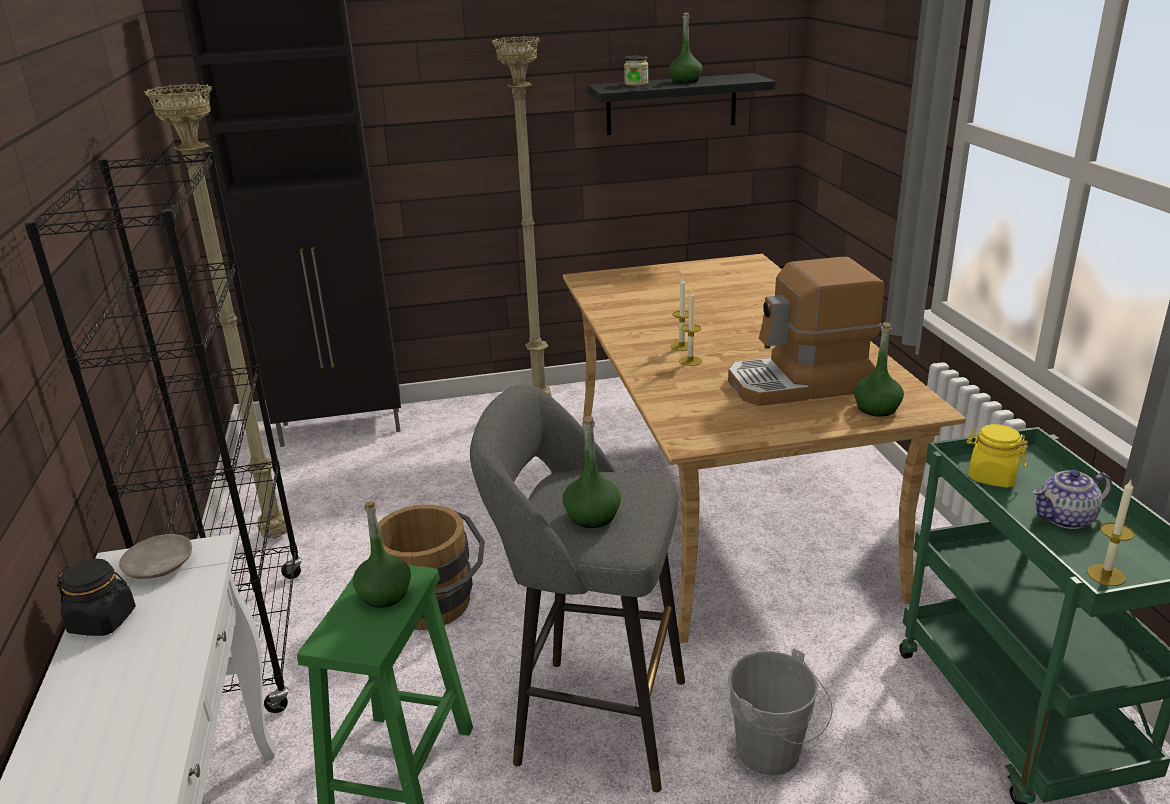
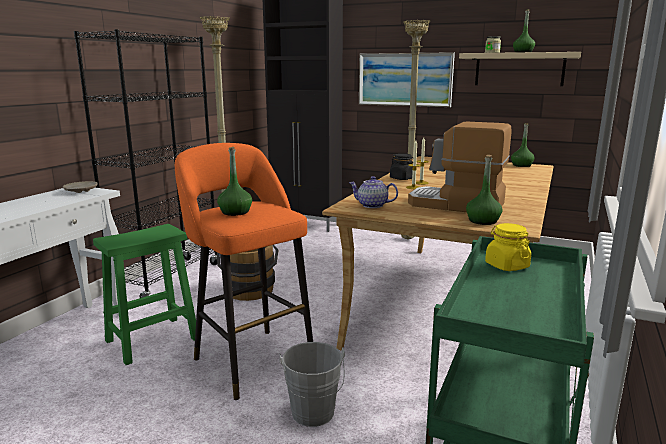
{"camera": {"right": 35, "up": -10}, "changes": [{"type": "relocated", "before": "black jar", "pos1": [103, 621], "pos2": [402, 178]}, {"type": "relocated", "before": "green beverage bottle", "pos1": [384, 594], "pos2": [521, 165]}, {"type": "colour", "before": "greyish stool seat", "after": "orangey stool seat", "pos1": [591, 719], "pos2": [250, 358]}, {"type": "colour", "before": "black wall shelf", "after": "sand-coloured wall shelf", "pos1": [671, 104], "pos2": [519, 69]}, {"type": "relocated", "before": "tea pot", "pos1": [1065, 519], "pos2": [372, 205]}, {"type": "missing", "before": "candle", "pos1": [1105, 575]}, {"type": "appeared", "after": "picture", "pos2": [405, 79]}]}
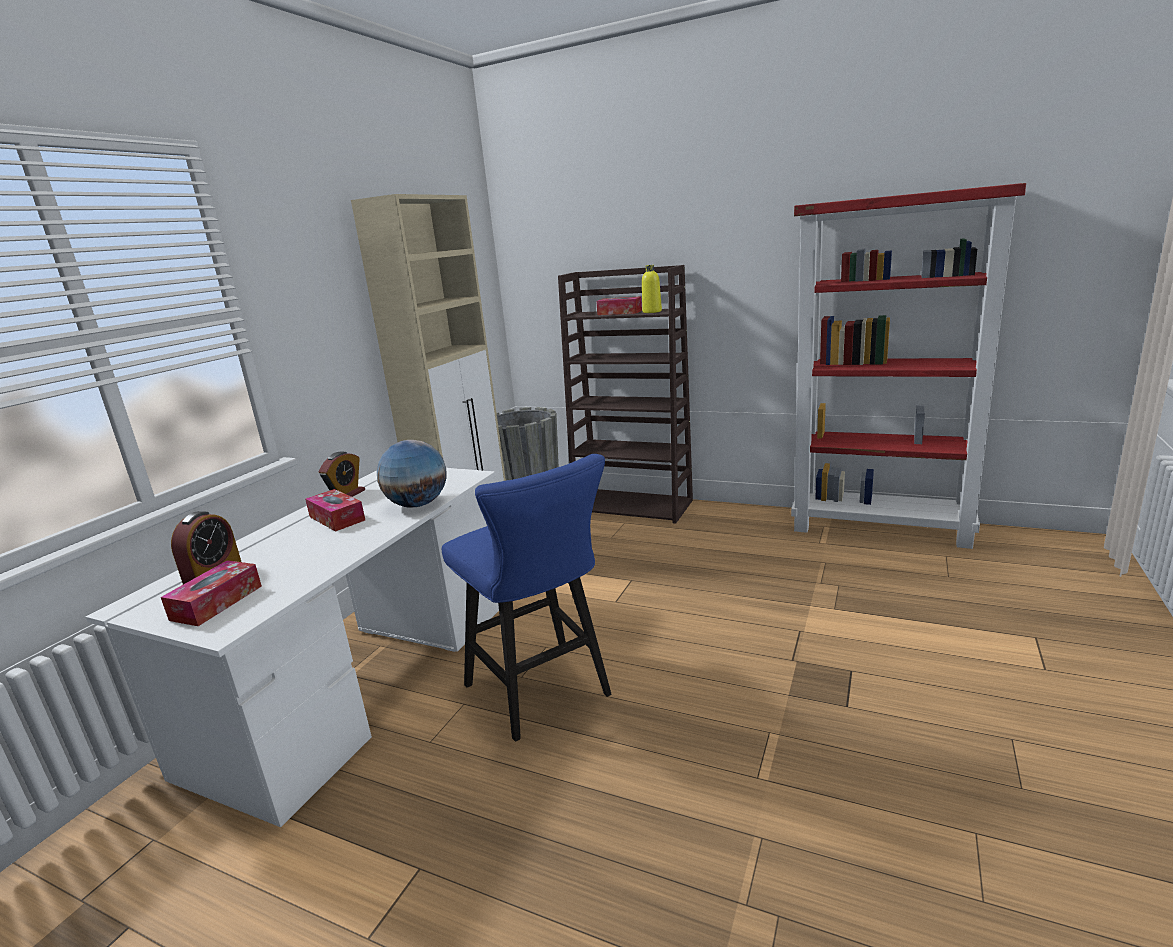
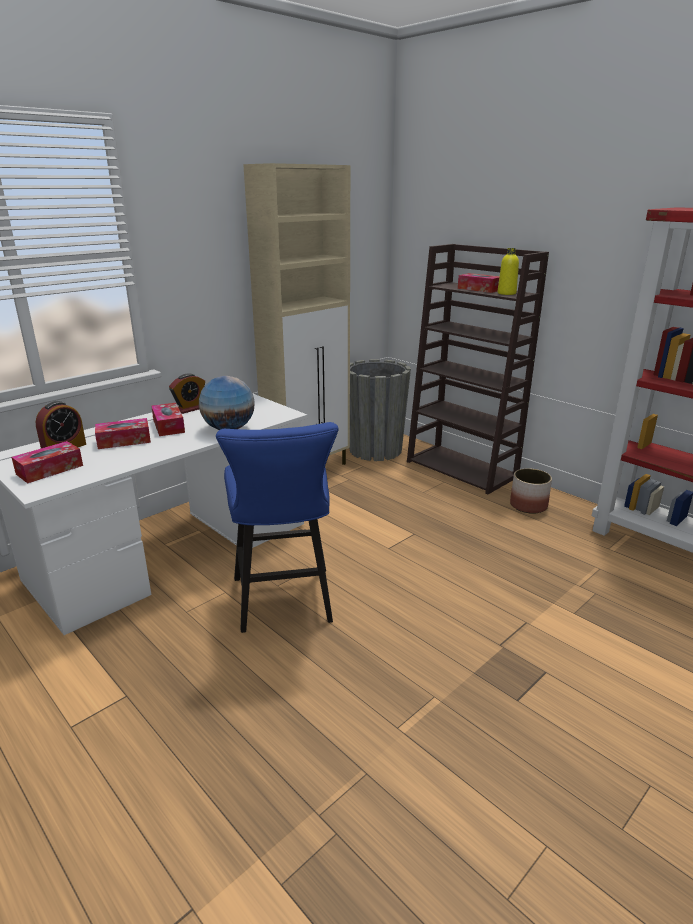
{"camera": {"right": 20, "up": 5}, "changes": [{"type": "appeared", "after": "tissue holder", "pos2": [124, 441]}, {"type": "appeared", "after": "plant pot", "pos2": [528, 506]}]}
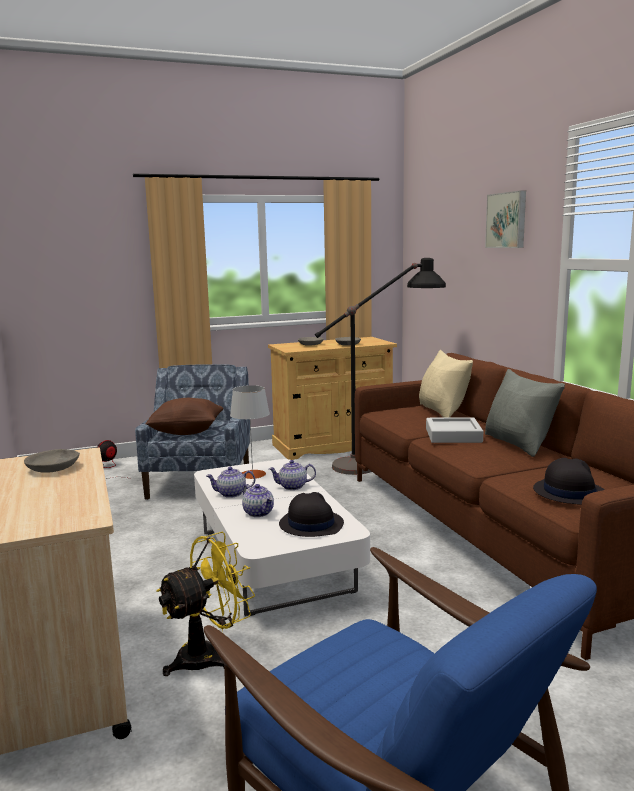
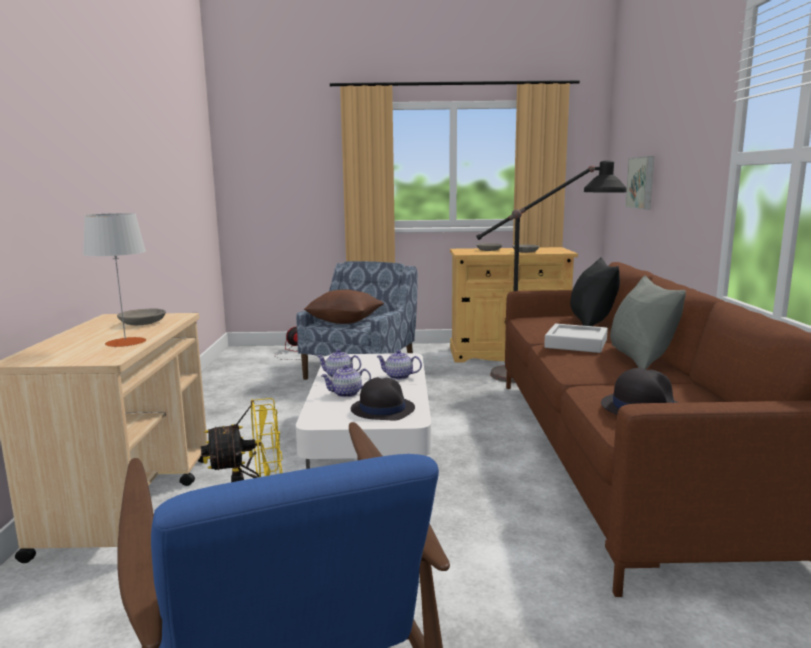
{"camera": {"right": 20, "up": 0}, "changes": [{"type": "relocated", "before": "greyish lamp for a table", "pos1": [252, 474], "pos2": [125, 342]}, {"type": "spun", "before": "tea pot", "pos1": [259, 513], "pos2": [346, 394], "turn": 90}, {"type": "colour", "before": "sand-coloured pillow", "after": "black pillow", "pos1": [442, 411], "pos2": [591, 322]}, {"type": "relocated", "before": "picture", "pos1": [507, 220], "pos2": [642, 182]}]}
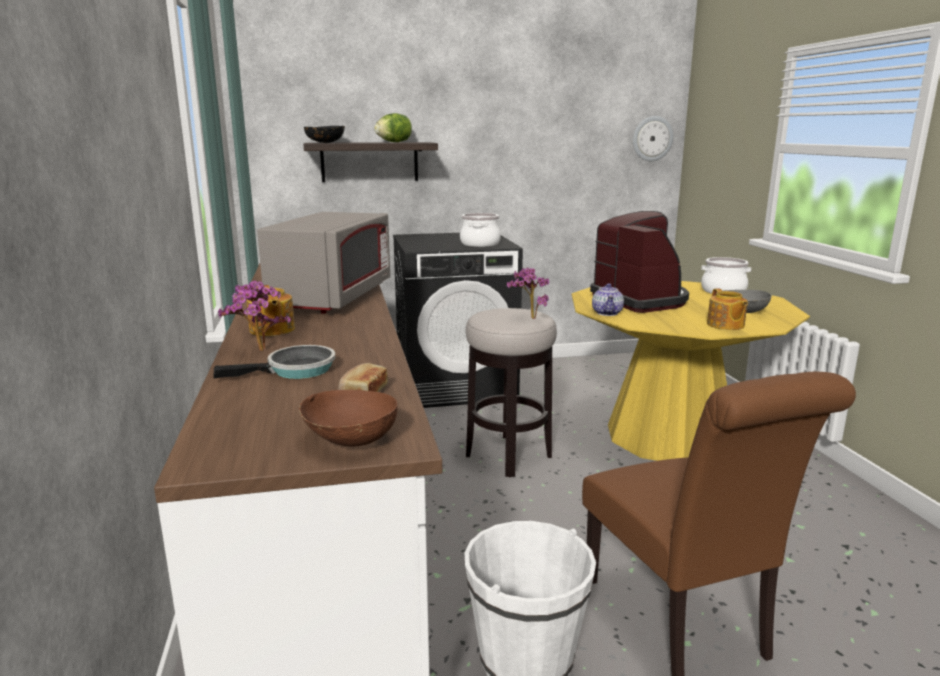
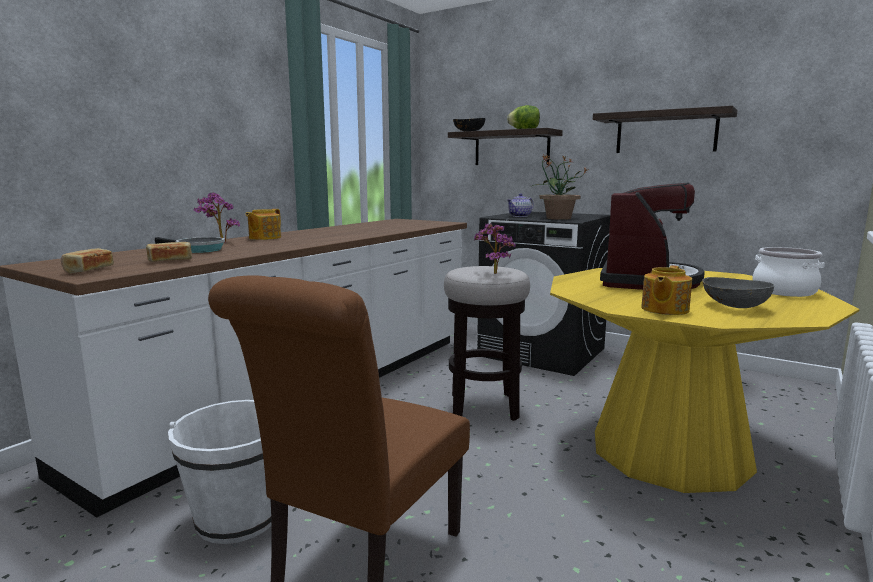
{"camera": {"right": 45, "up": -5}, "changes": [{"type": "missing", "before": "greyish kitchen microwave", "pos1": [333, 298]}, {"type": "exchanged", "before": "brownish deep dish", "after": "baked bread", "pos1": [349, 440], "pos2": [88, 270]}, {"type": "exchanged", "before": "saucepot", "after": "potted plant", "pos1": [479, 244], "pos2": [557, 218]}, {"type": "relocated", "before": "tea pot", "pos1": [607, 313], "pos2": [520, 216]}, {"type": "missing", "before": "hanging clock", "pos1": [652, 138]}, {"type": "appeared", "after": "wall shelf", "pos2": [665, 133]}]}
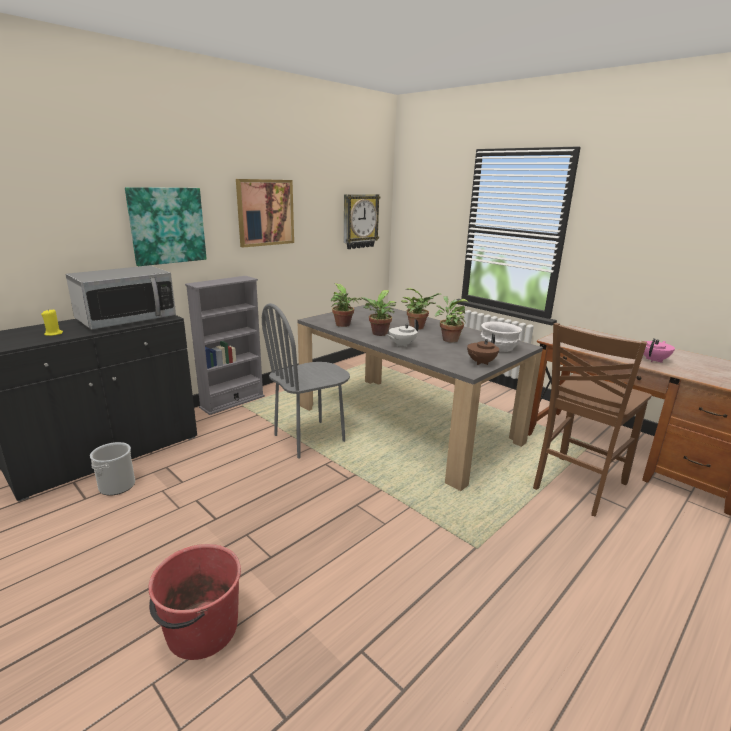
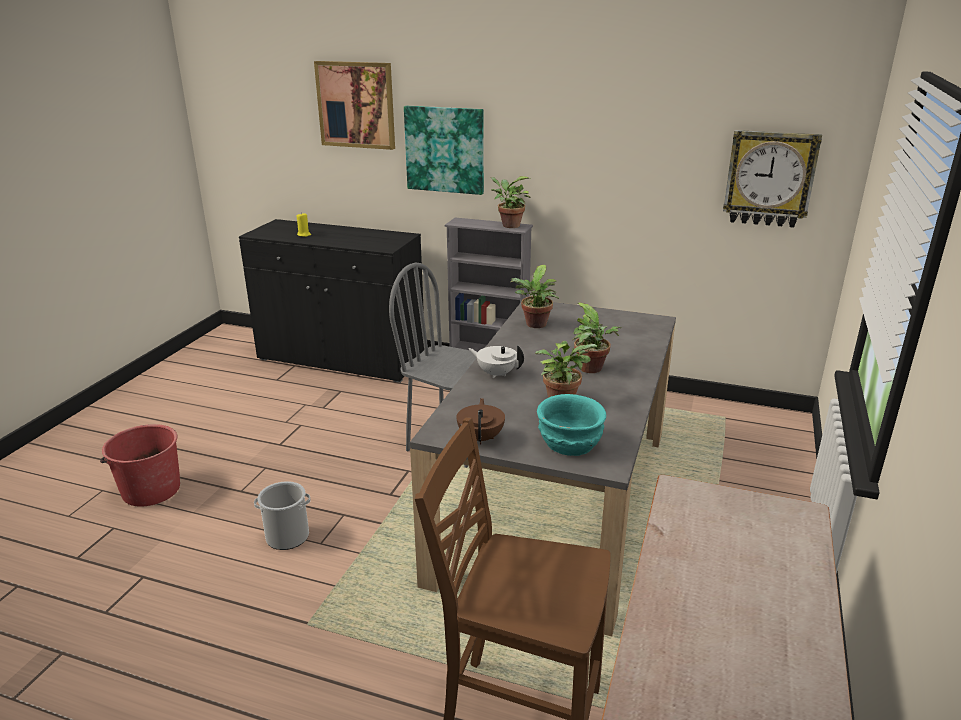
{"camera": {"right": 65, "up": 5}, "changes": [{"type": "missing", "before": "kitchen microwave", "pos1": [126, 319]}, {"type": "relocated", "before": "pail", "pos1": [117, 486], "pos2": [287, 536]}, {"type": "relocated", "before": "picture", "pos1": [265, 212], "pos2": [356, 105]}, {"type": "relocated", "before": "potted plant", "pos1": [378, 334], "pos2": [508, 225]}, {"type": "spun", "before": "brownish tea pot", "pos1": [480, 363], "pos2": [481, 437], "turn": 75}, {"type": "colour", "before": "whitish deep dish", "after": "turquoise deep dish", "pos1": [498, 347], "pos2": [570, 443]}, {"type": "missing", "before": "pink tea pot", "pos1": [654, 360]}]}
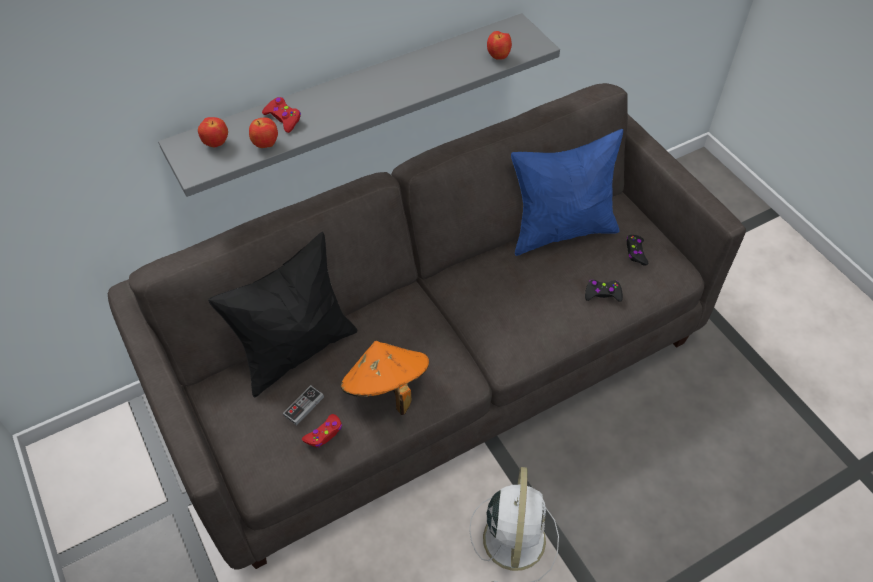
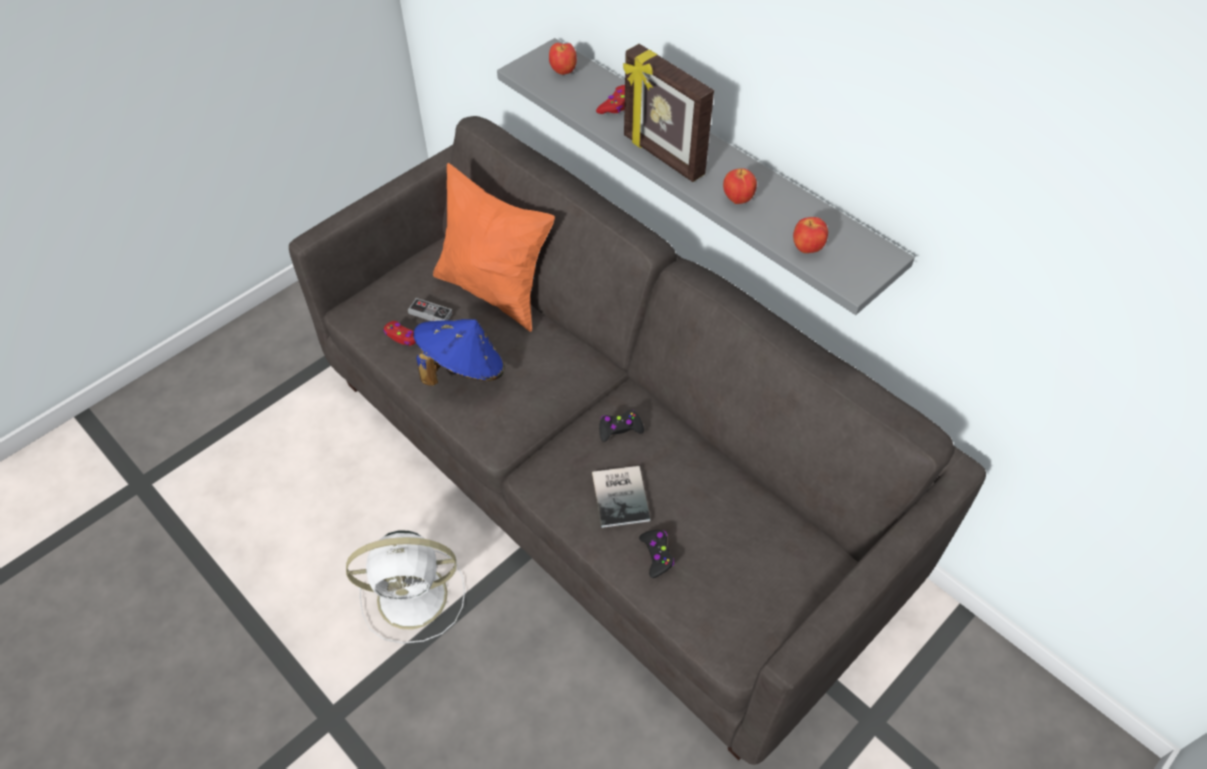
{"camera": {"right": 75, "up": 0}, "changes": [{"type": "colour", "before": "black pillow", "after": "orangey pillow", "pos1": [296, 350], "pos2": [495, 291]}, {"type": "relocated", "before": "apple", "pos1": [265, 145], "pos2": [737, 199]}, {"type": "colour", "before": "orangey hat", "after": "blue hat", "pos1": [386, 388], "pos2": [462, 369]}, {"type": "missing", "before": "blue pillow", "pos1": [561, 230]}, {"type": "relocated", "before": "black game controller", "pos1": [635, 252], "pos2": [620, 429]}, {"type": "appeared", "after": "book", "pos2": [622, 495]}, {"type": "appeared", "after": "picture frame", "pos2": [662, 156]}]}
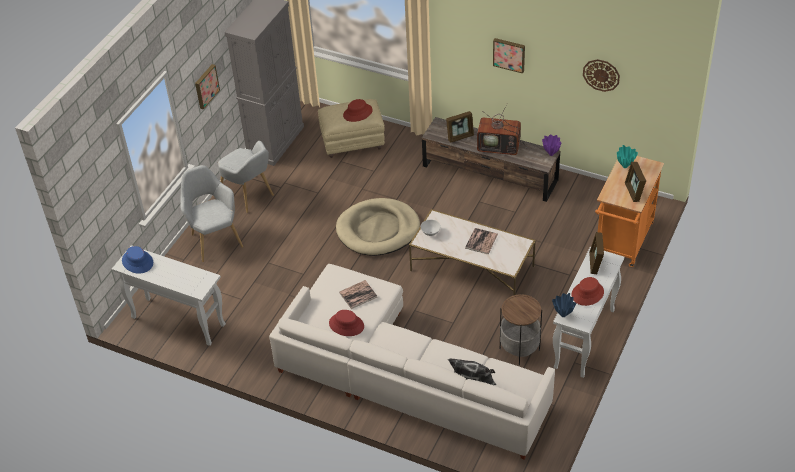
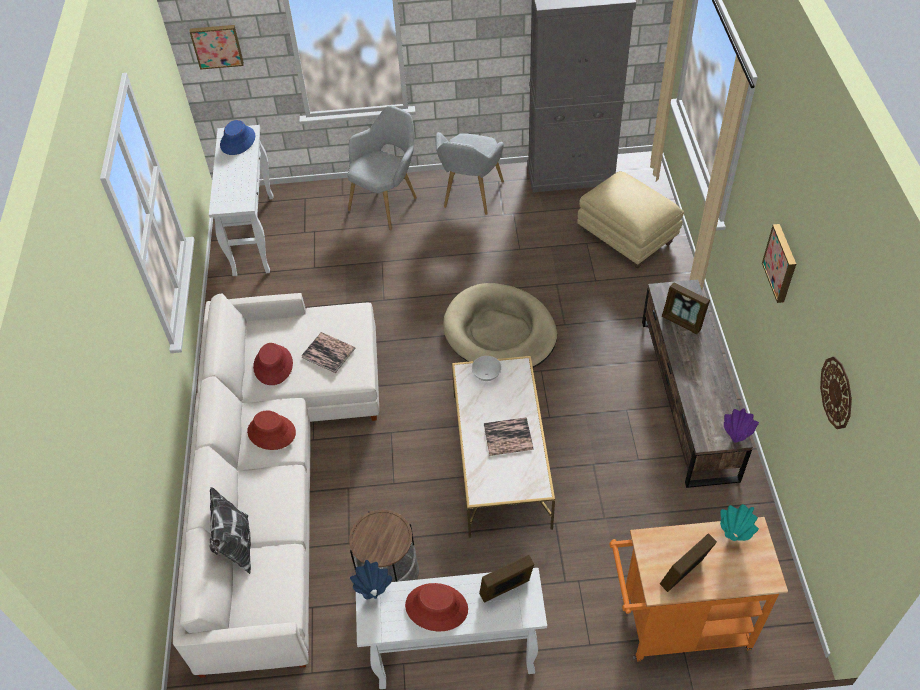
{"camera": {"right": 60, "up": 5}, "changes": [{"type": "relocated", "before": "picture", "pos1": [206, 86], "pos2": [217, 45]}, {"type": "relocated", "before": "reddish hat", "pos1": [358, 113], "pos2": [271, 432]}, {"type": "missing", "before": "TV set", "pos1": [500, 147]}]}
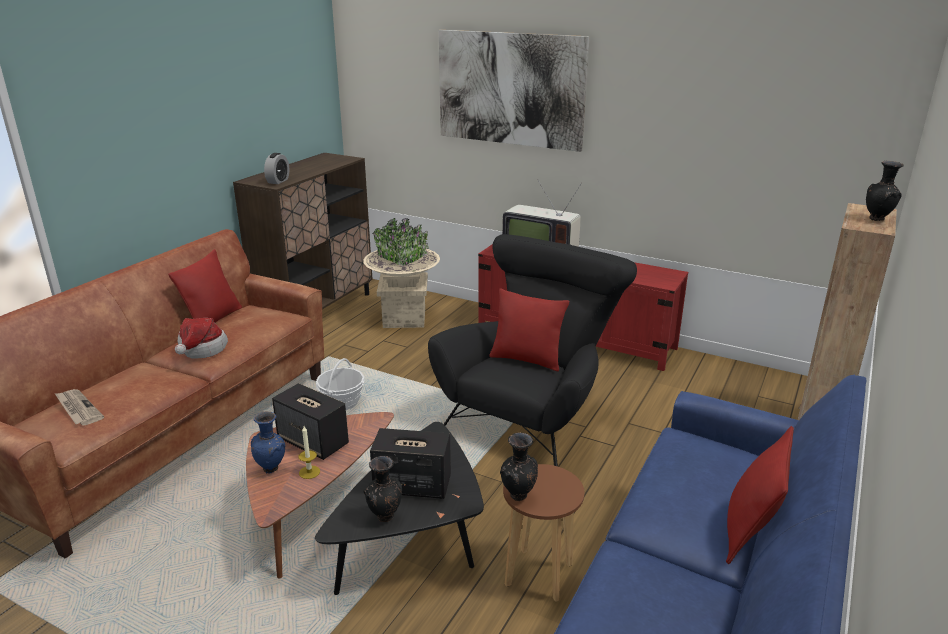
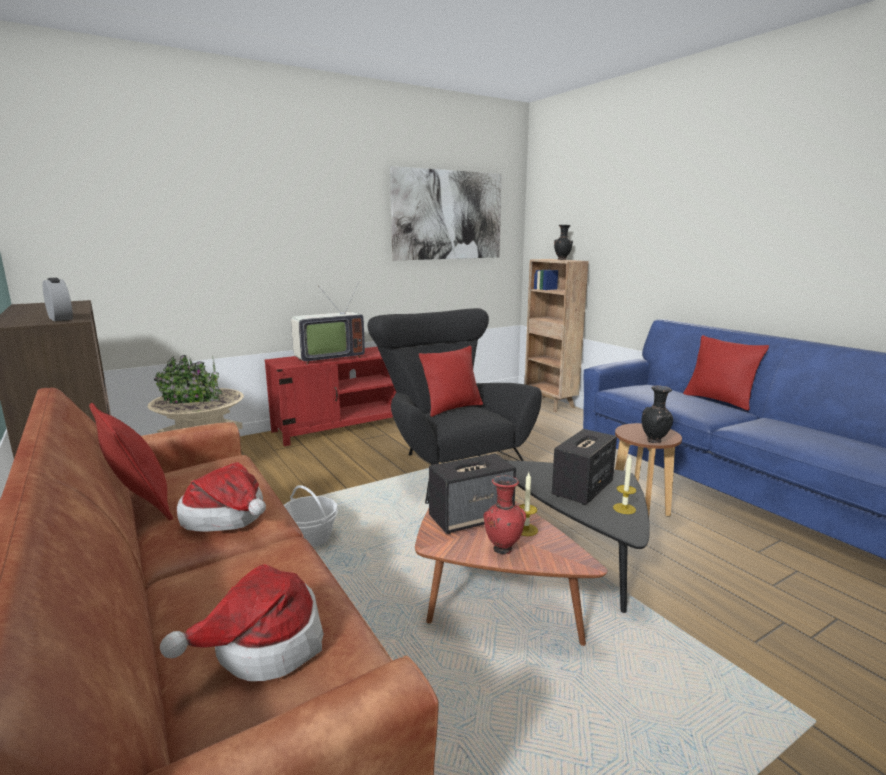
{"camera": {"right": -60, "up": -10}, "changes": [{"type": "exchanged", "before": "daily paper", "after": "hat", "pos1": [78, 409], "pos2": [264, 646]}, {"type": "colour", "before": "blue vase", "after": "reddish vase", "pos1": [272, 469], "pos2": [503, 549]}, {"type": "exchanged", "before": "black vase", "after": "candle", "pos1": [385, 518], "pos2": [624, 508]}, {"type": "relocated", "before": "picture", "pos1": [510, 89], "pos2": [447, 215]}]}
